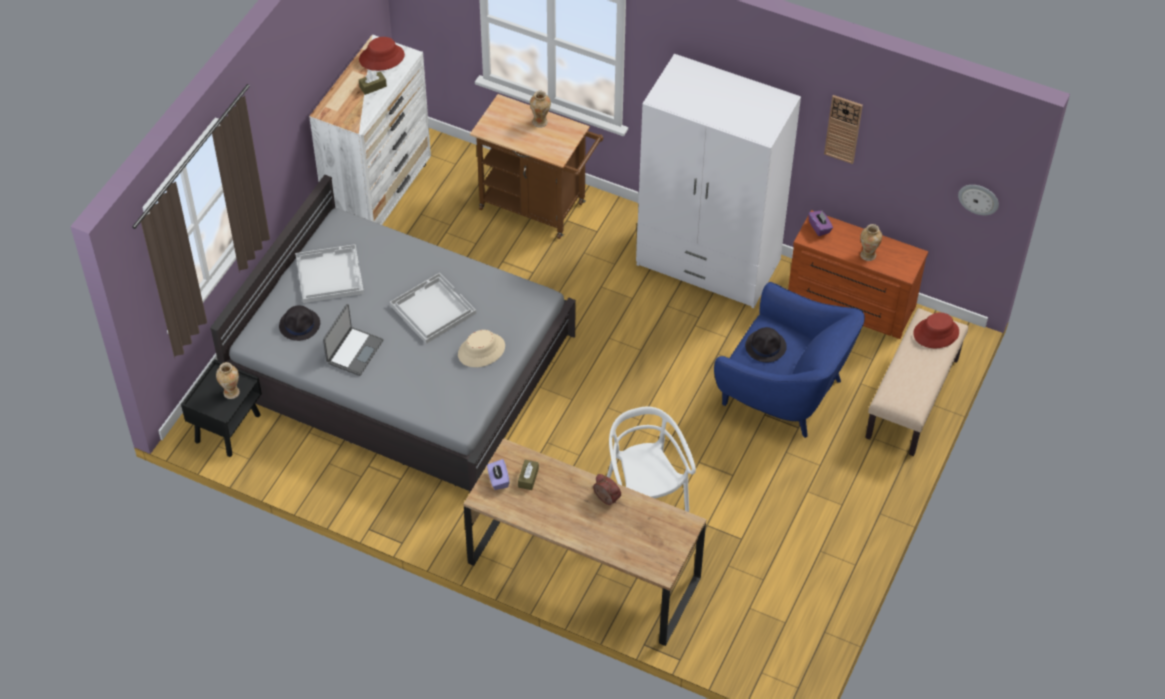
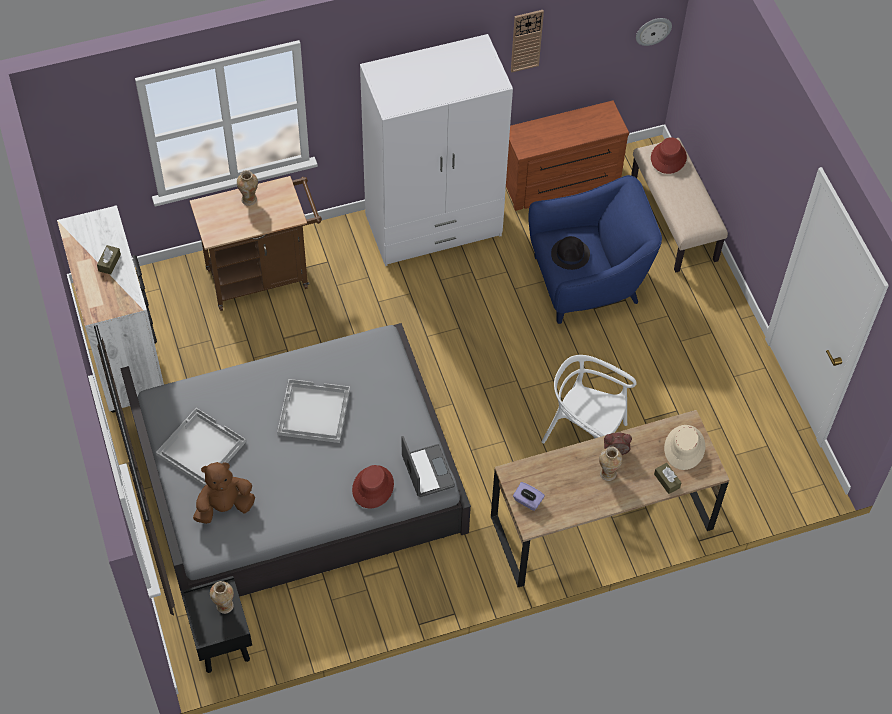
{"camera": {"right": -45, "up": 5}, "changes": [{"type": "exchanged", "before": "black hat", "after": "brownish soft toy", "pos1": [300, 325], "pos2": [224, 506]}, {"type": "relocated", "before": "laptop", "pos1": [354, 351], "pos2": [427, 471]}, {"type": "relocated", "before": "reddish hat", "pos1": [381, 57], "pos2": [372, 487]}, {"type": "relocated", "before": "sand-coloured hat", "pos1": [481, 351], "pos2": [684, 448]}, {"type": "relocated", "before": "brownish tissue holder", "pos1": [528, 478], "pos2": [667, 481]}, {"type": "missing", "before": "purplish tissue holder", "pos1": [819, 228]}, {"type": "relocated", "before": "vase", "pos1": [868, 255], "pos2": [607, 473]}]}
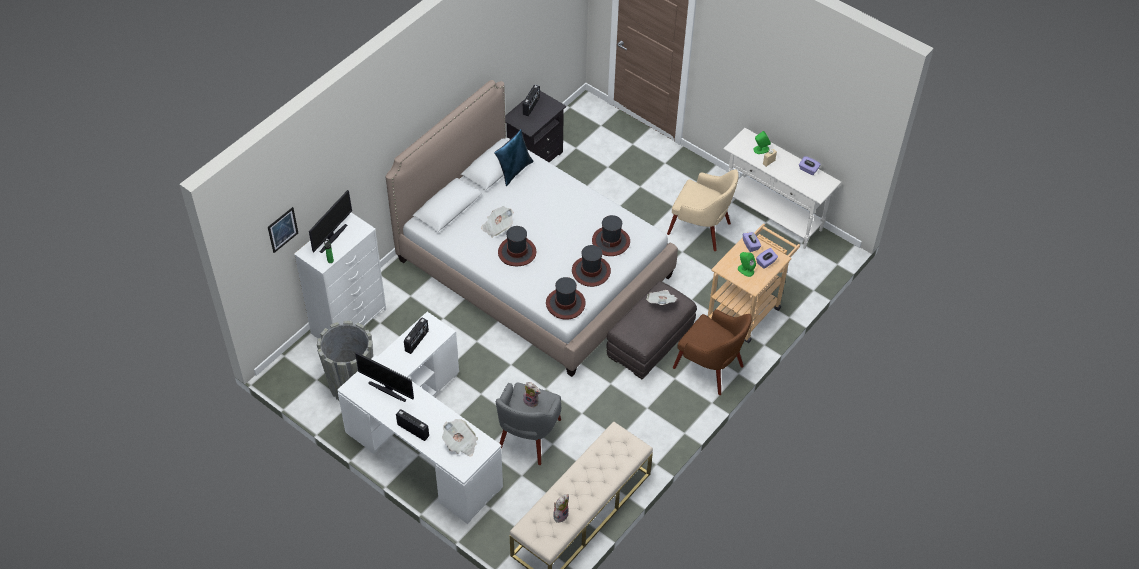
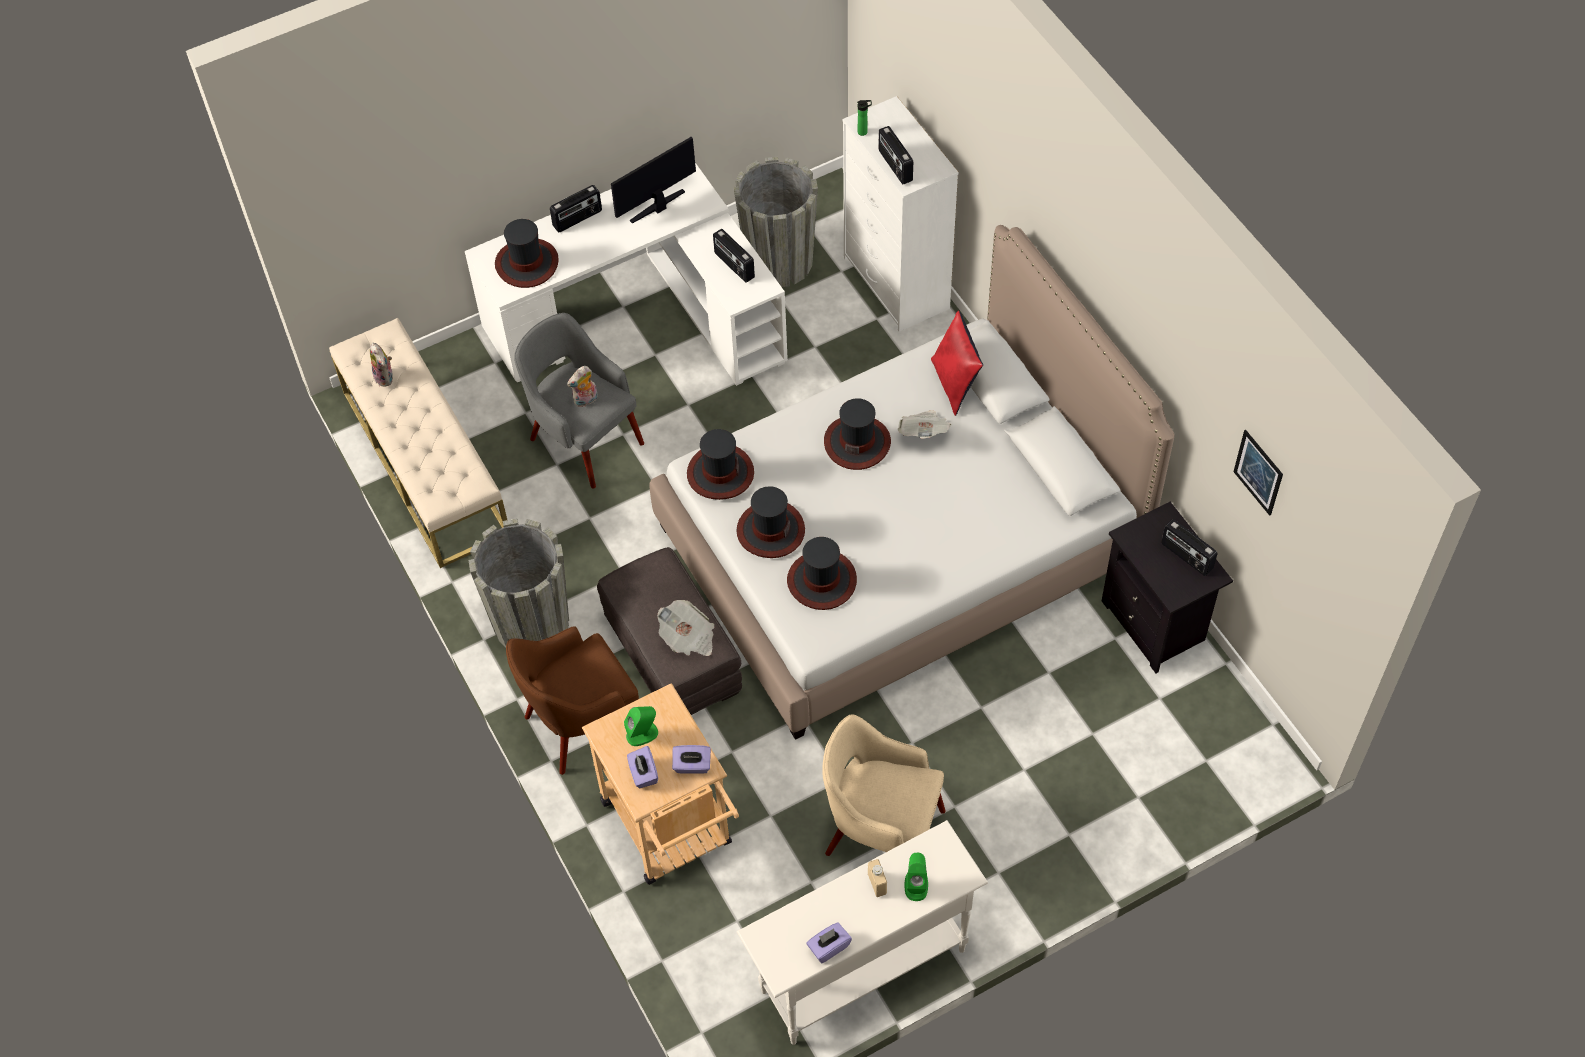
{"camera": {"right": 115, "up": 5}, "changes": [{"type": "relocated", "before": "picture", "pos1": [282, 229], "pos2": [1258, 472]}, {"type": "missing", "before": "monitor", "pos1": [332, 238]}, {"type": "exchanged", "before": "daily paper", "after": "hat", "pos1": [460, 443], "pos2": [527, 263]}, {"type": "missing", "before": "blue pillow", "pos1": [514, 170]}, {"type": "spun", "before": "sand-coloured armchair", "pos1": [701, 229], "pos2": [881, 830], "turn": 60}, {"type": "appeared", "after": "greyish plant pot", "pos2": [531, 622]}, {"type": "appeared", "after": "radio set", "pos2": [894, 166]}, {"type": "appeared", "after": "reddish pillow", "pos2": [955, 384]}]}
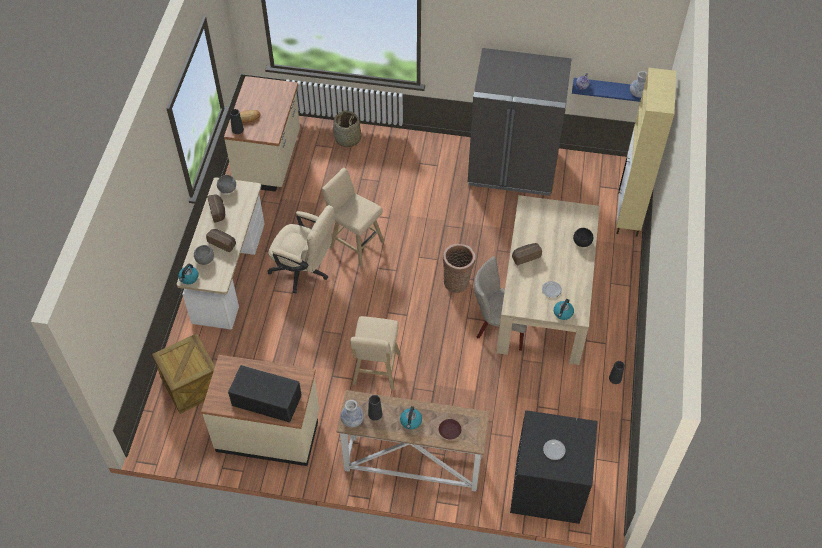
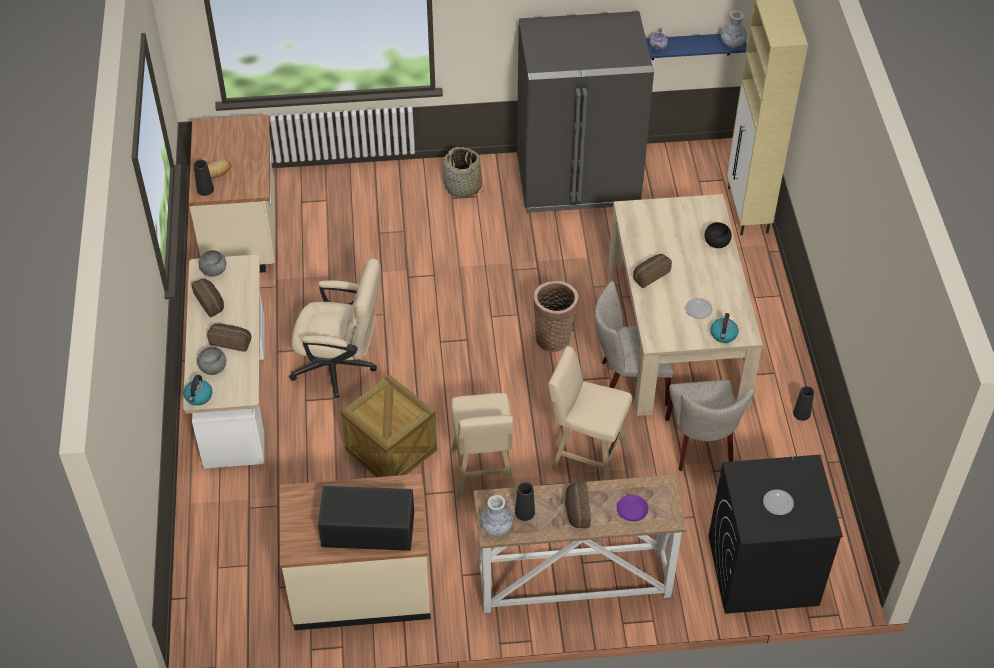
{"camera": {"right": -15, "up": -5}, "changes": [{"type": "relocated", "before": "crate", "pos1": [192, 385], "pos2": [391, 450]}, {"type": "relocated", "before": "sand-coloured stool seat", "pos1": [355, 243], "pos2": [585, 455]}, {"type": "relocated", "before": "basket", "pos1": [348, 139], "pos2": [463, 187]}, {"type": "exchanged", "before": "tea kettle", "after": "baked bread", "pos1": [411, 421], "pos2": [576, 511]}, {"type": "colour", "before": "brownish plate", "after": "purplish plate", "pos1": [449, 430], "pos2": [632, 510]}, {"type": "appeared", "after": "sand-coloured upright chair", "pos2": [701, 446]}]}
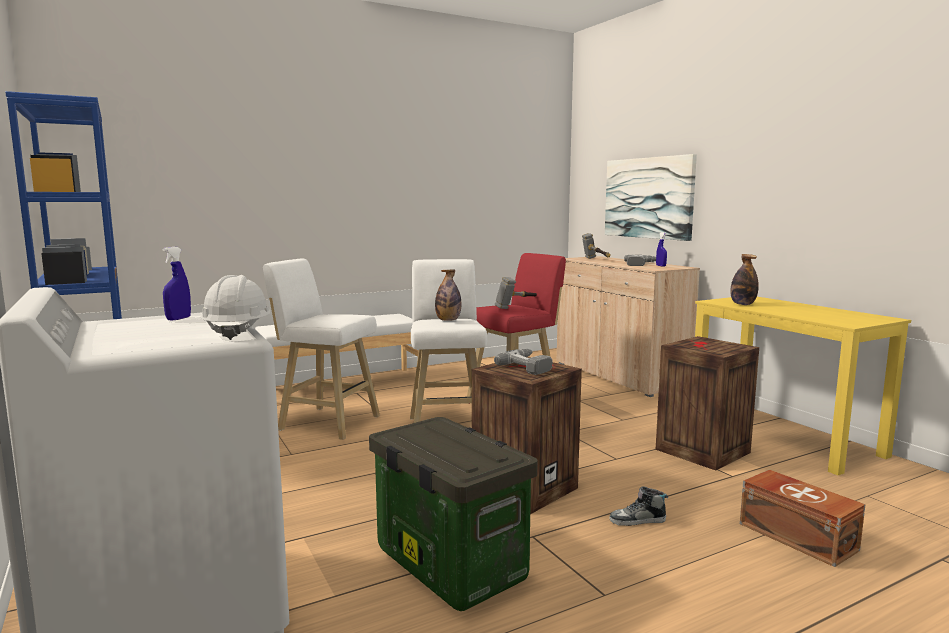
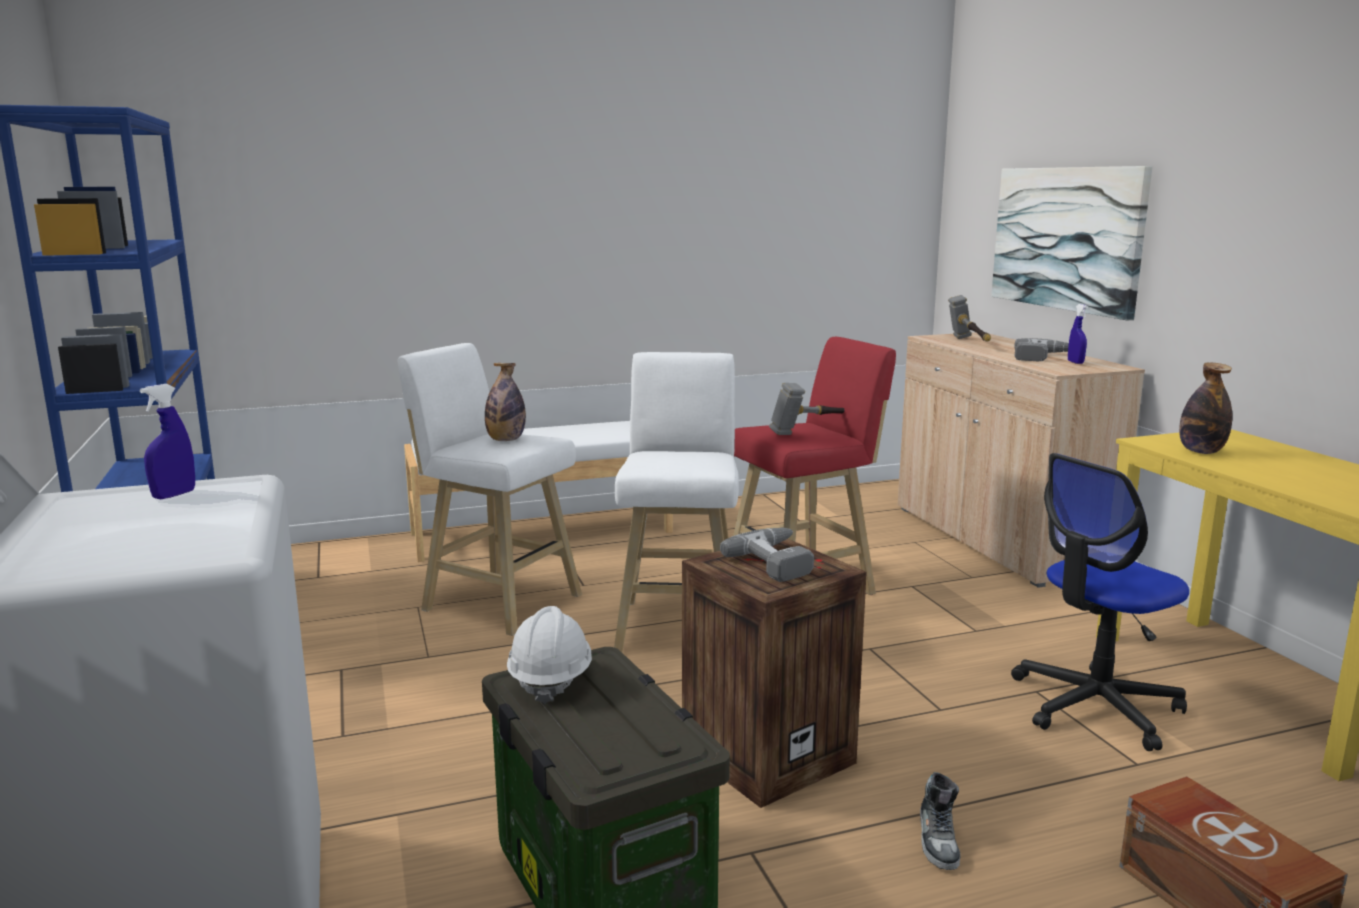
{"camera": {"right": 10, "up": 5}, "changes": [{"type": "relocated", "before": "whitish safety helmet", "pos1": [237, 332], "pos2": [550, 679]}, {"type": "relocated", "before": "beverage bottle", "pos1": [448, 320], "pos2": [506, 440]}, {"type": "spun", "before": "item of footwear", "pos1": [637, 521], "pos2": [938, 840], "turn": -90}, {"type": "exchanged", "before": "crate", "after": "desk chair", "pos1": [700, 451], "pos2": [1095, 706]}]}
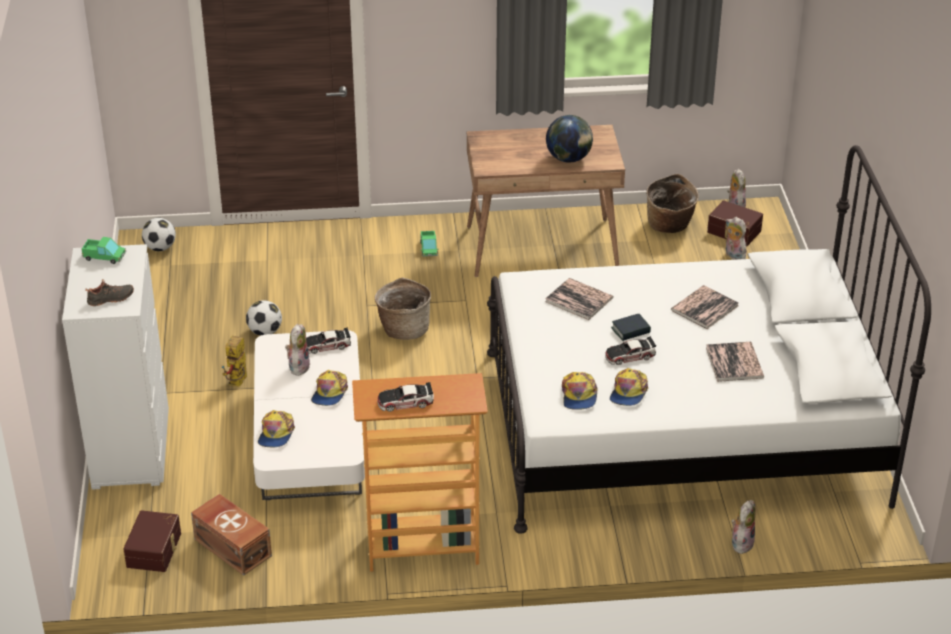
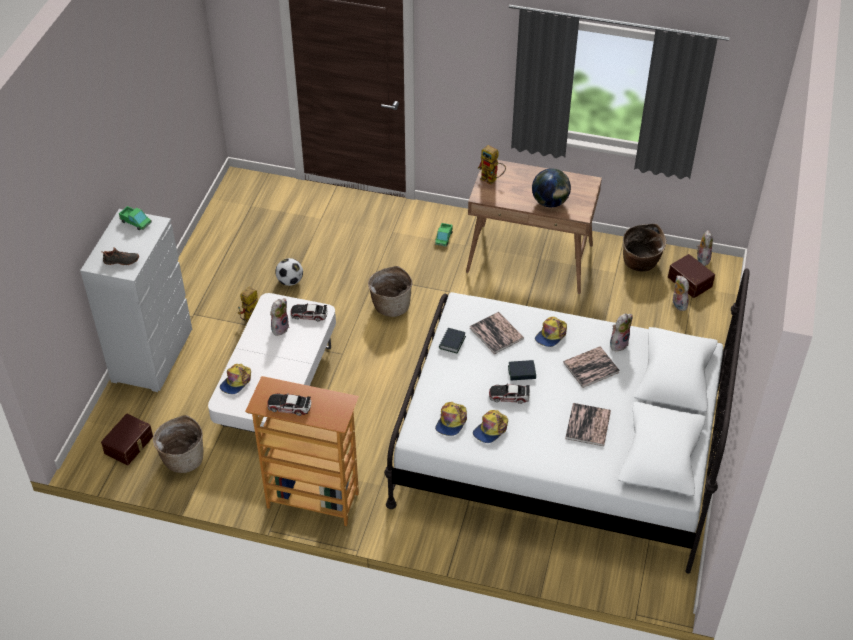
{"camera": {"right": 20, "up": 10}, "changes": [{"type": "missing", "before": "football ball", "pos1": [160, 248]}, {"type": "exchanged", "before": "brownish storage box", "after": "basket", "pos1": [233, 546], "pos2": [183, 458]}, {"type": "relocated", "before": "cap", "pos1": [330, 393], "pos2": [551, 335]}, {"type": "relocated", "before": "soft toy", "pos1": [741, 543], "pos2": [618, 343]}, {"type": "appeared", "after": "book", "pos2": [452, 342]}, {"type": "appeared", "after": "robot figure", "pos2": [492, 179]}]}
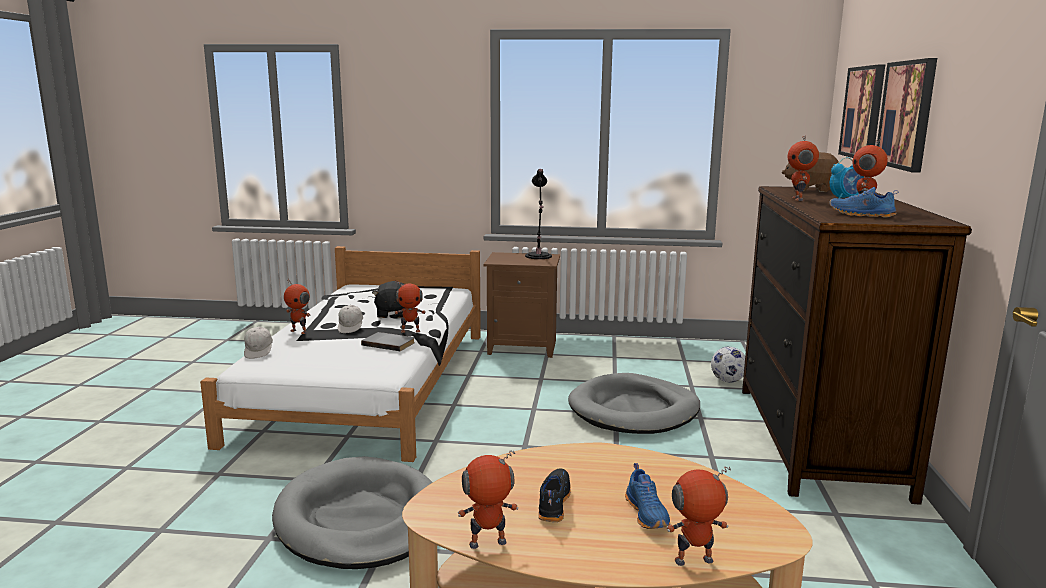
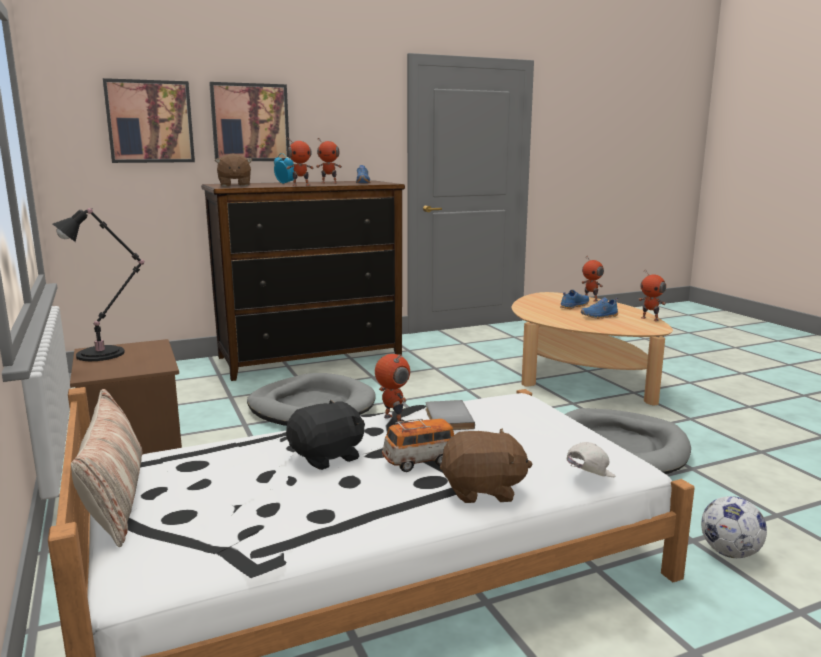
{"camera": {"right": -120, "up": 0}, "changes": [{"type": "exchanged", "before": "robot figure", "after": "brownish soft toy", "pos1": [299, 331], "pos2": [483, 490]}, {"type": "exchanged", "before": "whitish cap", "after": "toy car", "pos1": [351, 328], "pos2": [421, 461]}, {"type": "colour", "before": "black item of footwear", "after": "blue item of footwear", "pos1": [552, 503], "pos2": [599, 316]}, {"type": "relocated", "before": "football ball", "pos1": [727, 381], "pos2": [729, 553]}, {"type": "appeared", "after": "pillow", "pos2": [114, 496]}]}
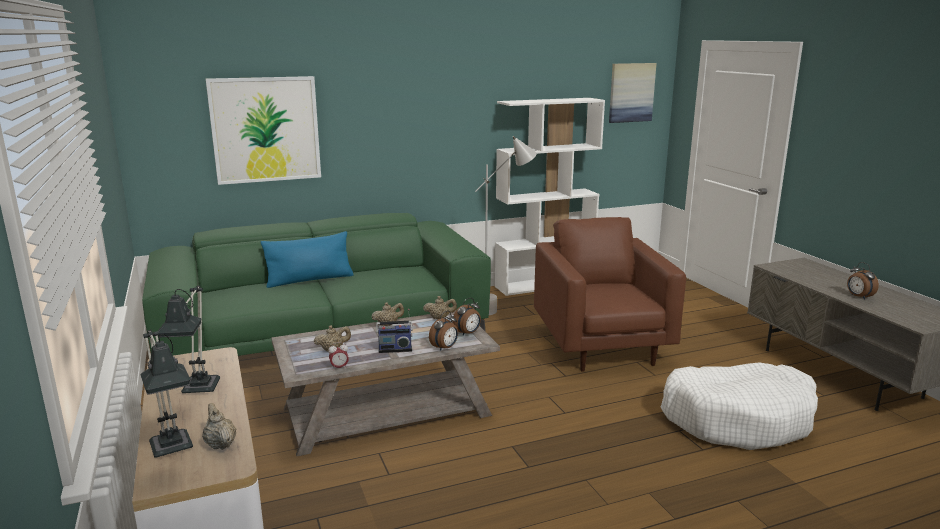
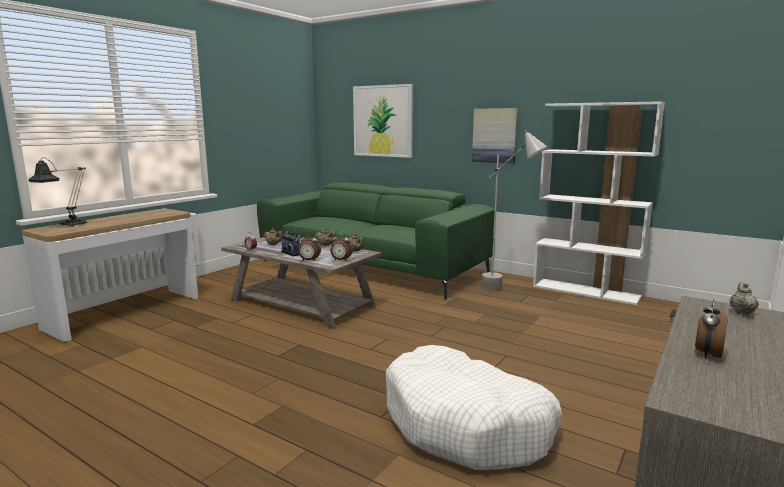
{"camera": {"right": 55, "up": -5}, "changes": [{"type": "missing", "before": "lamp for a table", "pos1": [199, 391]}, {"type": "relocated", "before": "sand-coloured tea pot", "pos1": [220, 444], "pos2": [741, 312]}, {"type": "missing", "before": "blue pillow", "pos1": [310, 280]}, {"type": "missing", "before": "brownish armchair", "pos1": [601, 346]}, {"type": "relocated", "before": "picture", "pos1": [631, 92], "pos2": [495, 135]}]}
